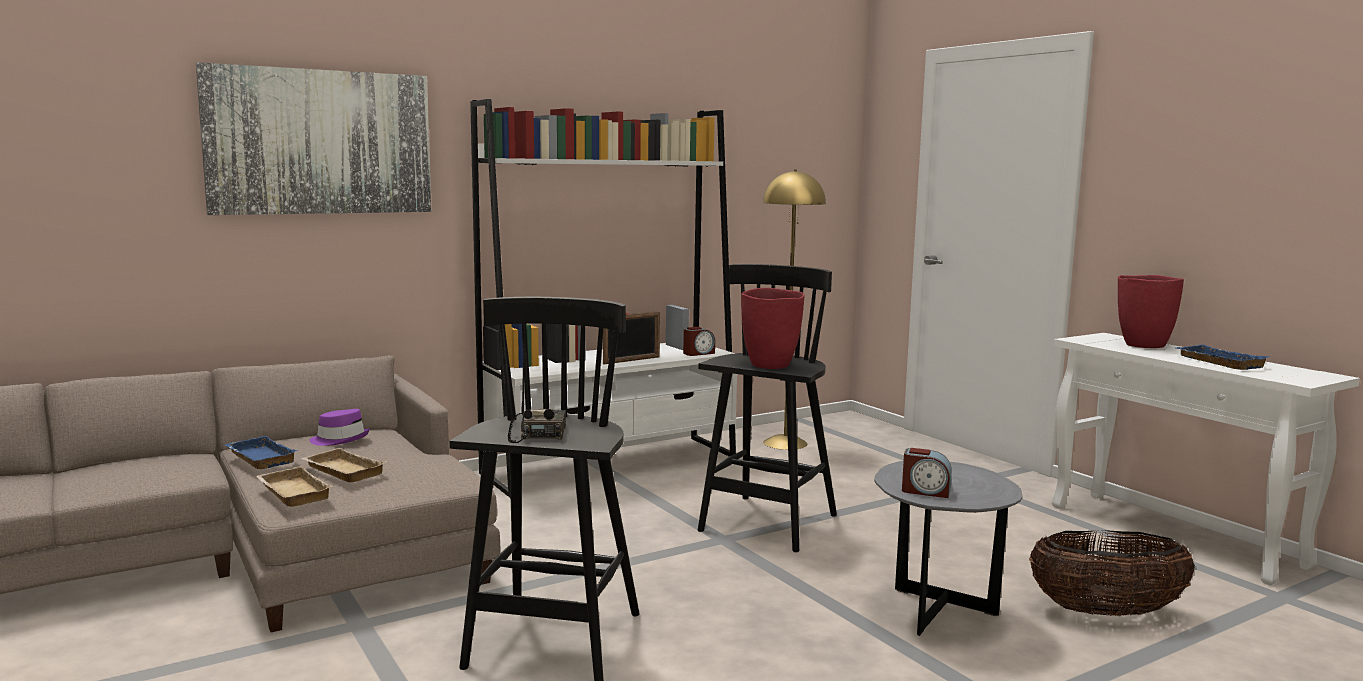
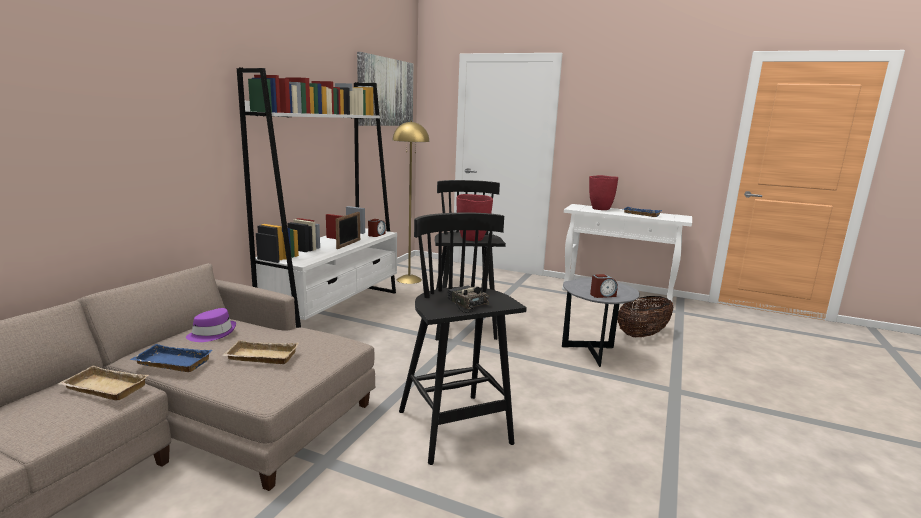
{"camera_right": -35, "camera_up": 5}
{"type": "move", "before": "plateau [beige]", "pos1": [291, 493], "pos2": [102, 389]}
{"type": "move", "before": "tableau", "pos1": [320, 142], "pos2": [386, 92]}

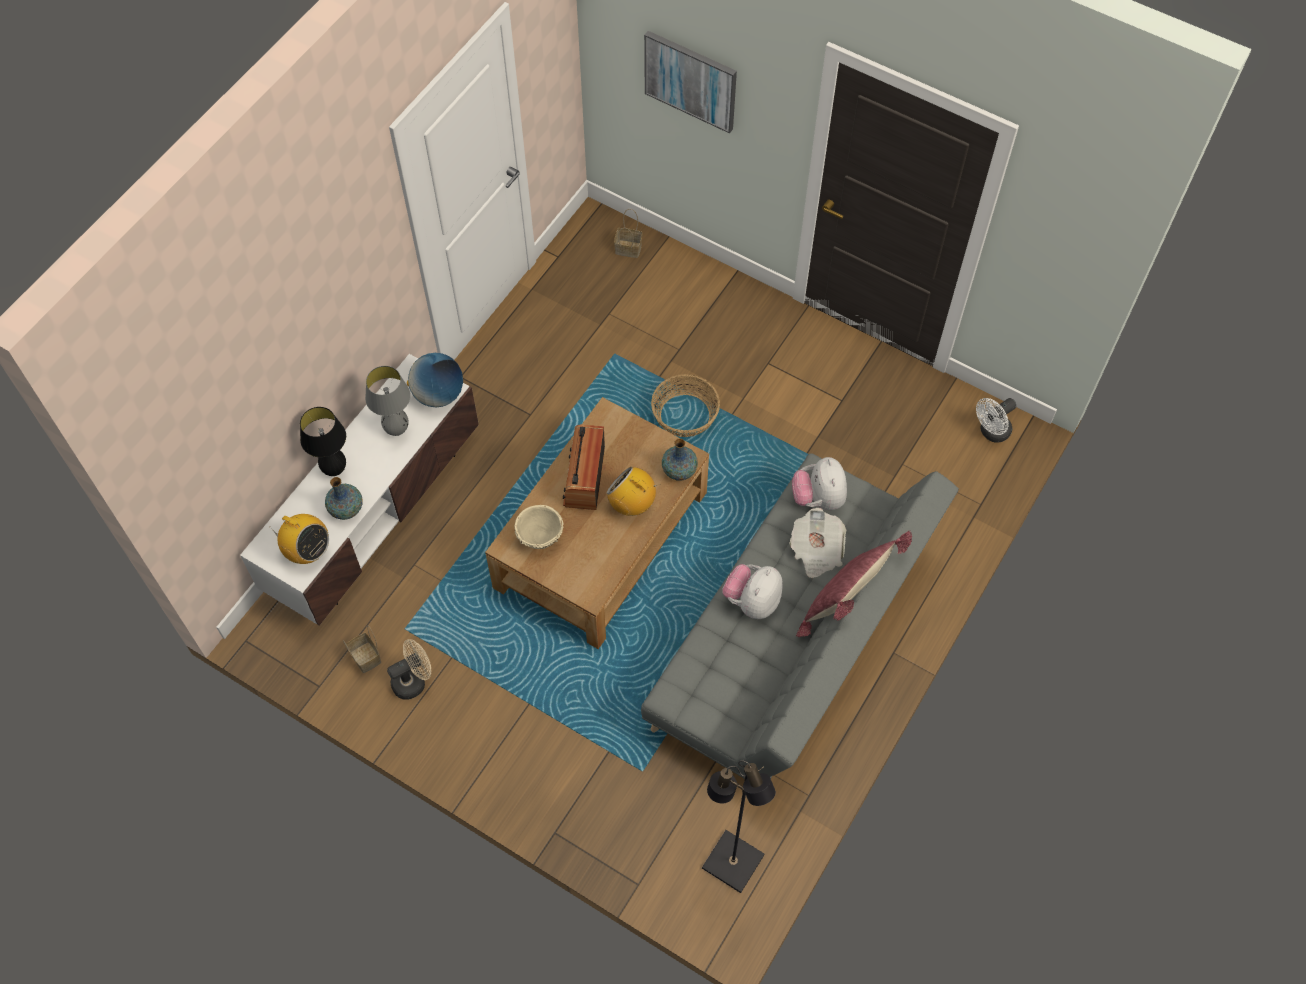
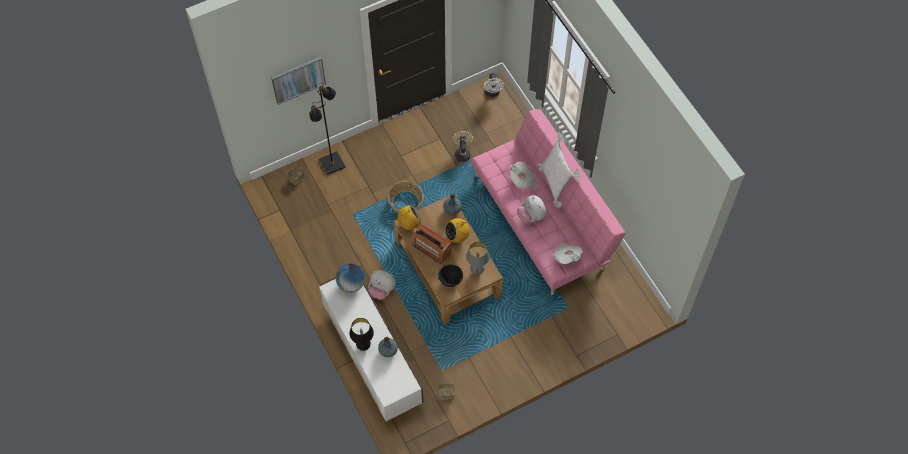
{"camera_right": -60, "camera_up": 0}
{"type": "move", "before": "lampadaire [noir]", "pos1": [732, 861], "pos2": [332, 163]}
{"type": "move", "before": "peluche", "pos1": [818, 498], "pos2": [382, 290]}
{"type": "move", "before": "radio", "pos1": [308, 551], "pos2": [409, 224]}
{"type": "recolor", "before": "bol [beige]", "after": "bol [noir]", "pos1": [539, 537], "pos2": [450, 281]}
{"type": "move", "before": "ventilateur [beige]", "pos1": [413, 681], "pos2": [462, 153]}
{"type": "move", "before": "lampe de table [gris]", "pos1": [397, 430], "pos2": [477, 271]}
{"type": "recolor", "before": "canapé [gris]", "after": "canapé [rose]", "pos1": [792, 639], "pos2": [542, 219]}
{"type": "recolor", "before": "coussin [rouge]", "after": "coussin [blanc]", "pos1": [847, 610], "pos2": [556, 185]}
{"type": "insert", "after": "journal", "pos2": [566, 256]}

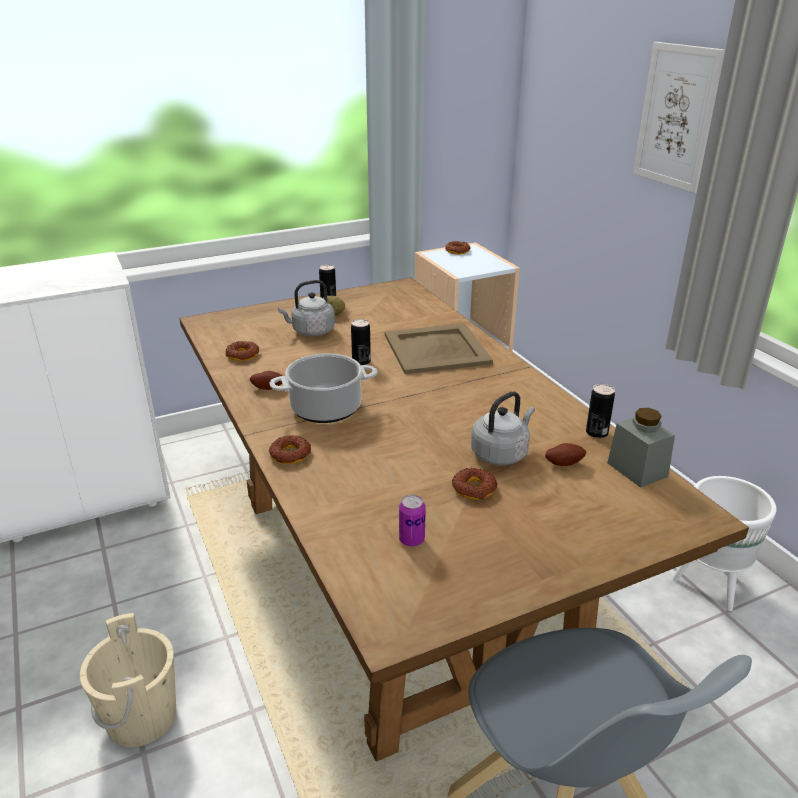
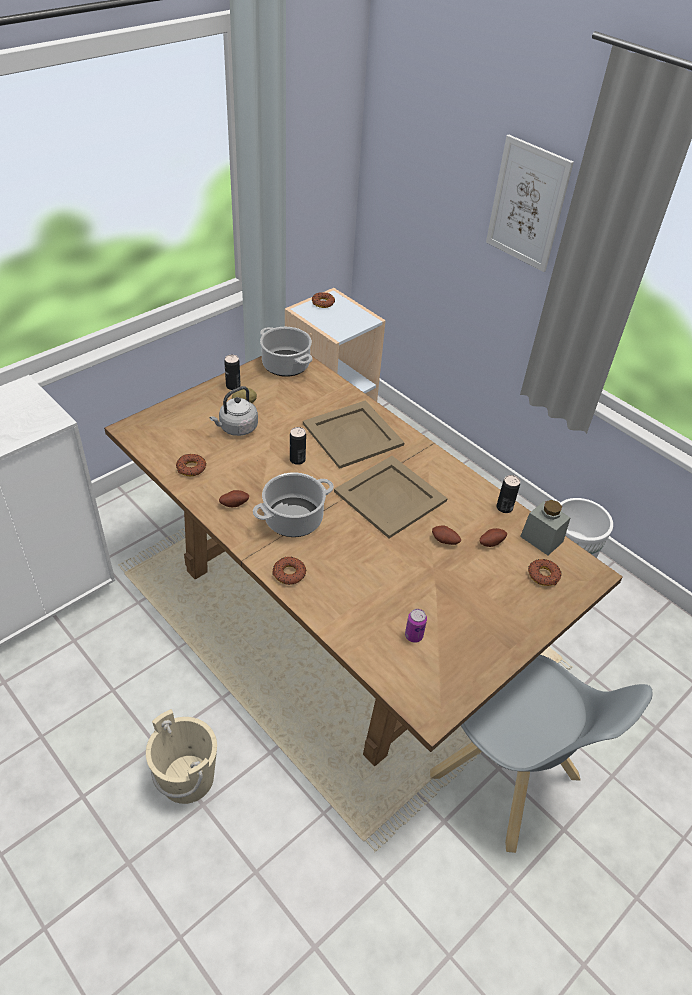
{"camera_right": -20, "camera_up": 15}
{"type": "insert", "after": "marmite", "pos2": [286, 365]}
{"type": "insert", "after": "plateau [beige]", "pos2": [390, 497]}
{"type": "replace", "before": "bouilloire [gris]", "after": "pomme de terre", "pos1": [501, 453], "pos2": [444, 541]}
{"type": "move", "before": "beignet", "pos1": [474, 488], "pos2": [543, 575]}

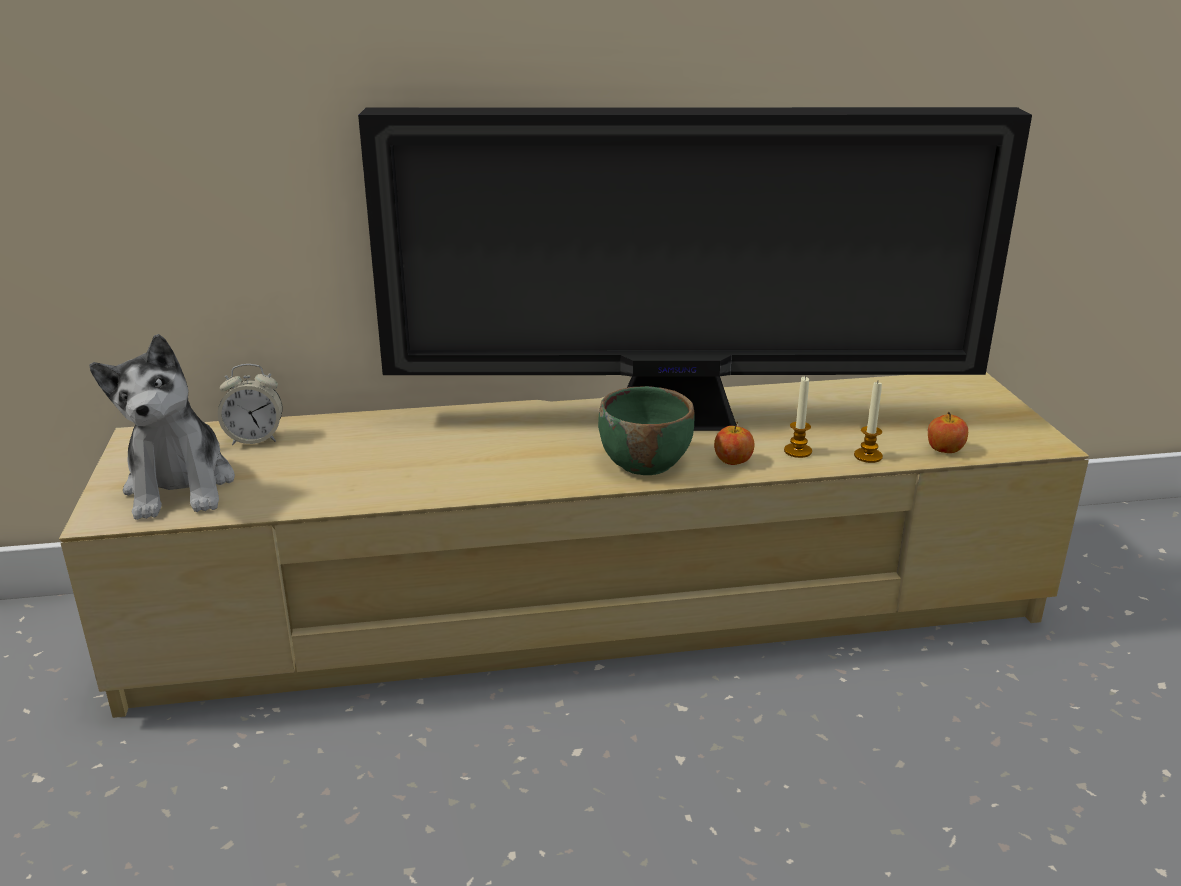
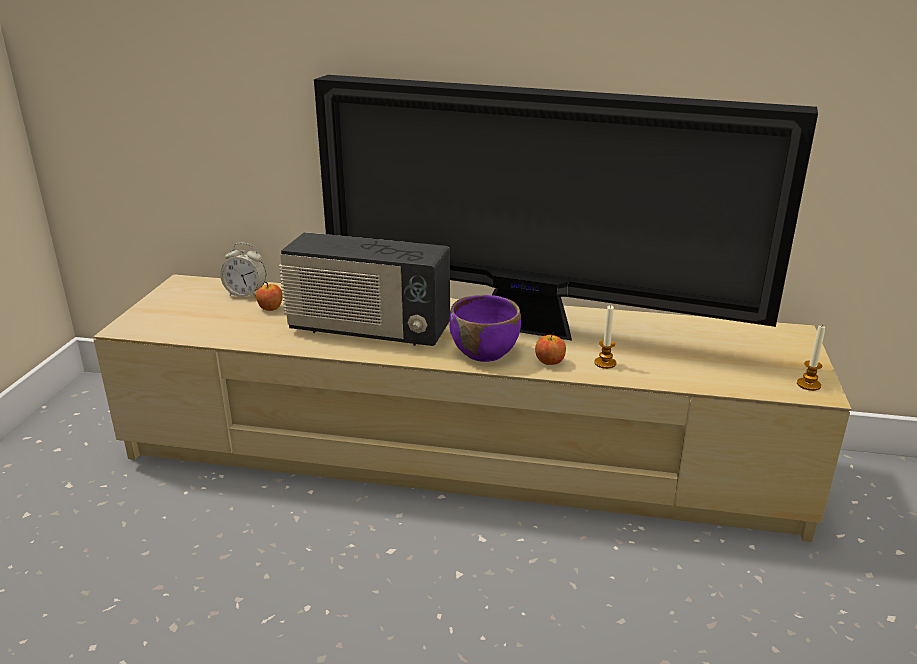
{"camera_right": 20, "camera_up": 0}
{"type": "move", "before": "pomme", "pos1": [944, 449], "pos2": [270, 308]}
{"type": "insert", "after": "radio", "pos2": [368, 331]}
{"type": "recolor", "before": "bol [vert]", "after": "bol [violet]", "pos1": [645, 462], "pos2": [485, 352]}
{"type": "move", "before": "bougie", "pos1": [868, 456], "pos2": [808, 384]}
{"type": "delete", "before": "peluche", "pos1": [180, 487]}

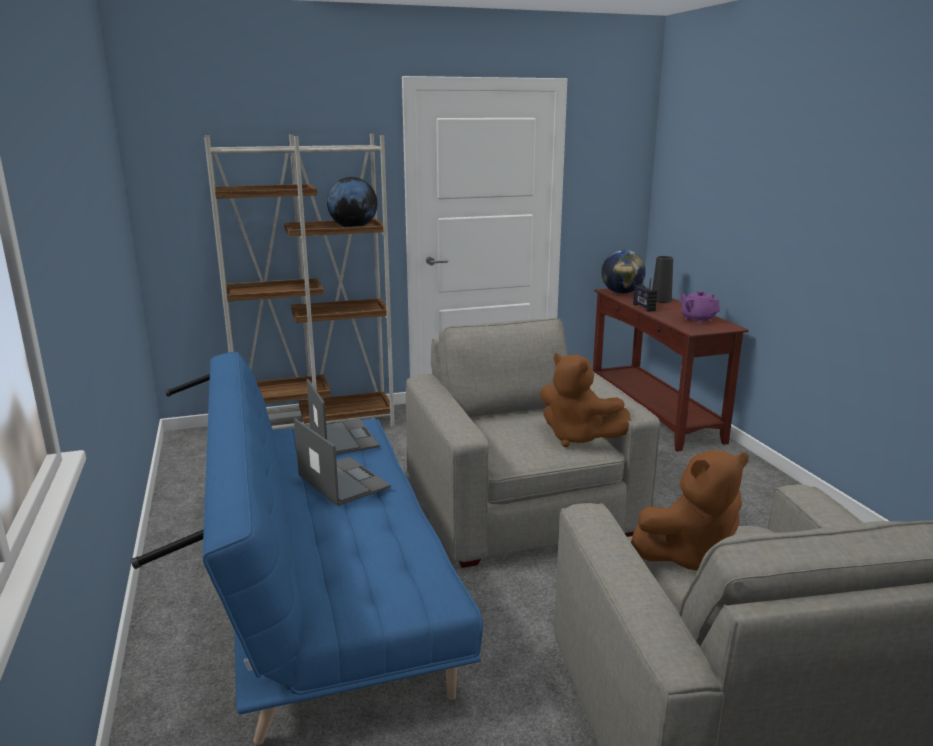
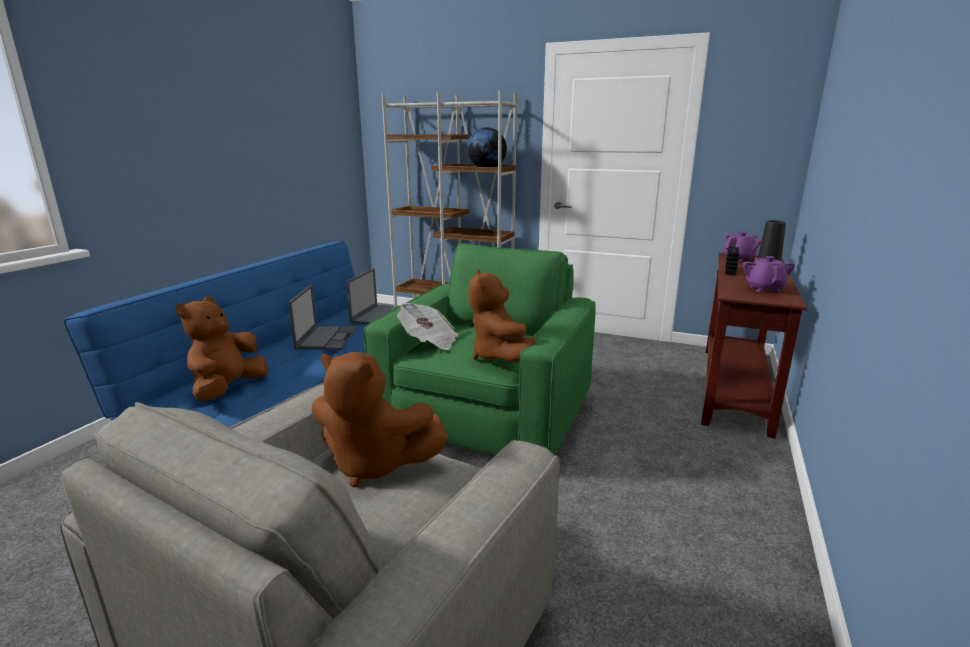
{"camera_right": 40, "camera_up": 0}
{"type": "insert", "after": "peluche [marron]", "pos2": [228, 390]}
{"type": "recolor", "before": "fauteuil [gris]", "after": "fauteuil [vert]", "pos1": [521, 507], "pos2": [488, 413]}
{"type": "insert", "after": "journal", "pos2": [429, 341]}
{"type": "replace", "before": "globe", "after": "théière [violet]", "pos1": [621, 293], "pos2": [739, 258]}

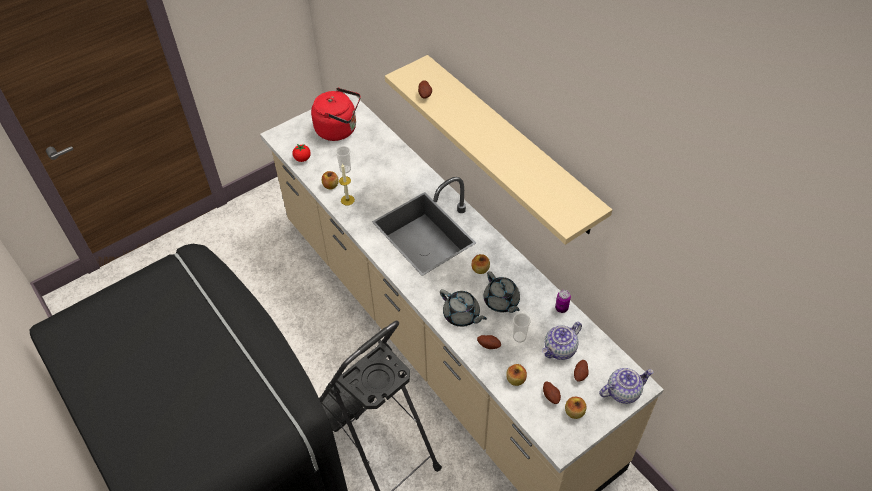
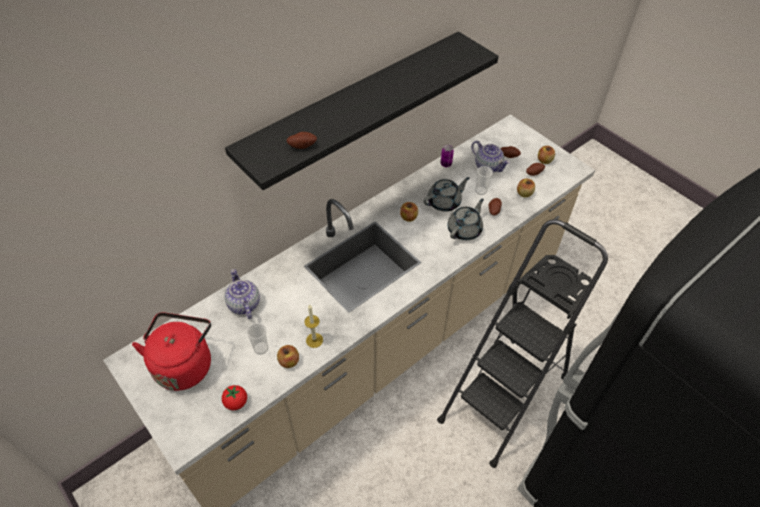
{"camera_right": -95, "camera_up": 0}
{"type": "recolor", "before": "étagère [beige]", "after": "étagère [noir]", "pos1": [510, 144], "pos2": [353, 106]}
{"type": "move", "before": "théière", "pos1": [623, 391], "pos2": [243, 304]}

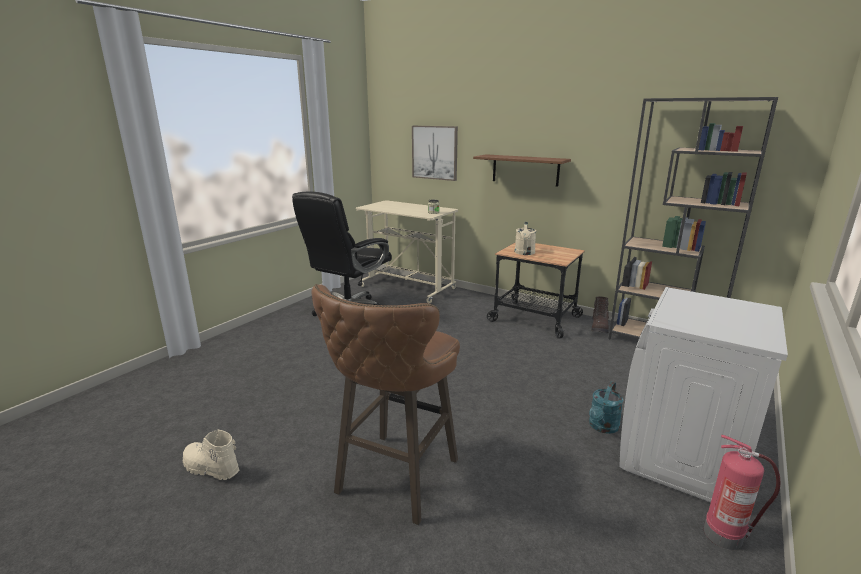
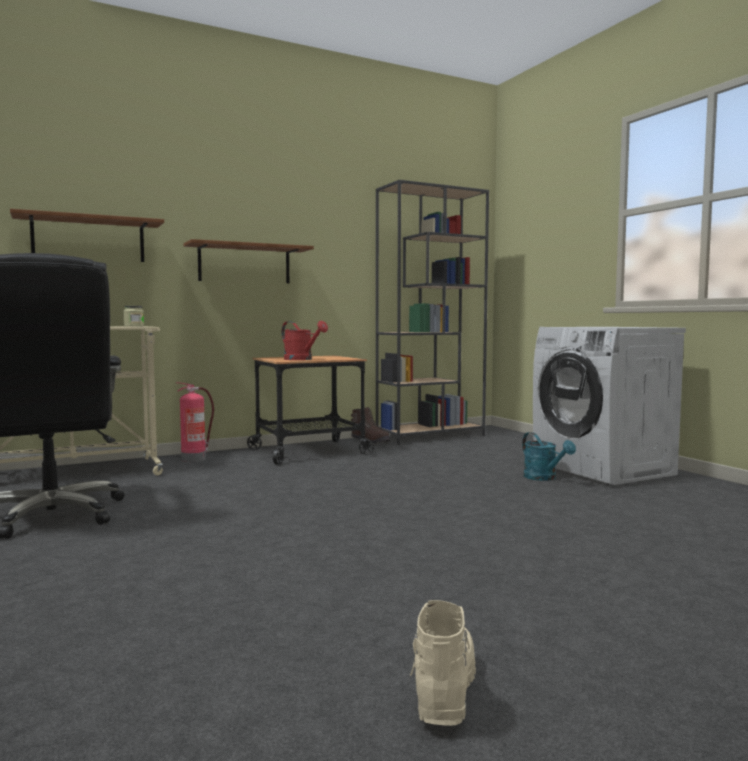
{"camera_right": -60, "camera_up": -15}
{"type": "replace", "before": "tableau", "after": "étagère [marron]", "pos1": [435, 152], "pos2": [89, 240]}
{"type": "move", "before": "extincteur", "pos1": [725, 535], "pos2": [194, 459]}
{"type": "recolor", "before": "arrosoir [beige]", "after": "arrosoir [rouge]", "pos1": [524, 253], "pos2": [302, 359]}
{"type": "rotate", "before": "botte [beige]", "pos1": [210, 468], "pos2": [443, 690], "turn": 135}
{"type": "delete", "before": "tabouret [marron]", "pos1": [395, 479]}

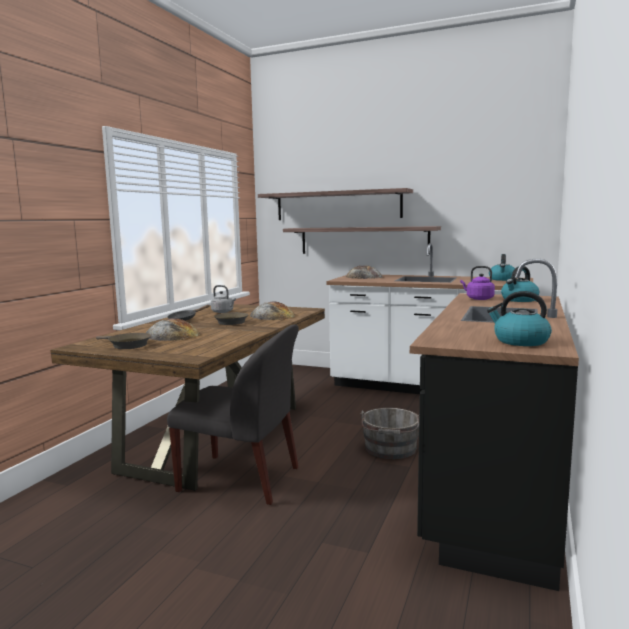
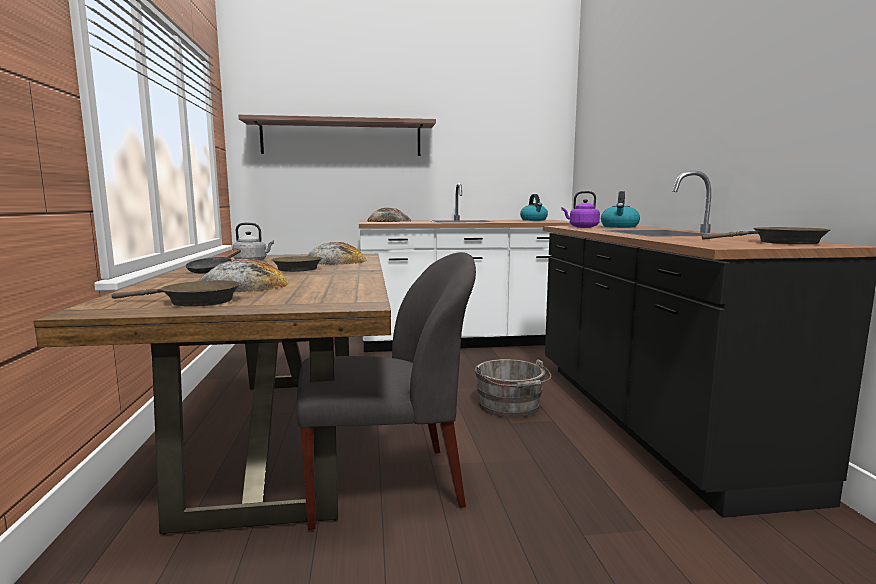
{"camera_right": -30, "camera_up": 0}
{"type": "replace", "before": "bouilloire", "after": "poêle [marron]", "pos1": [520, 341], "pos2": [781, 242]}
{"type": "delete", "before": "étagère", "pos1": [363, 240]}

